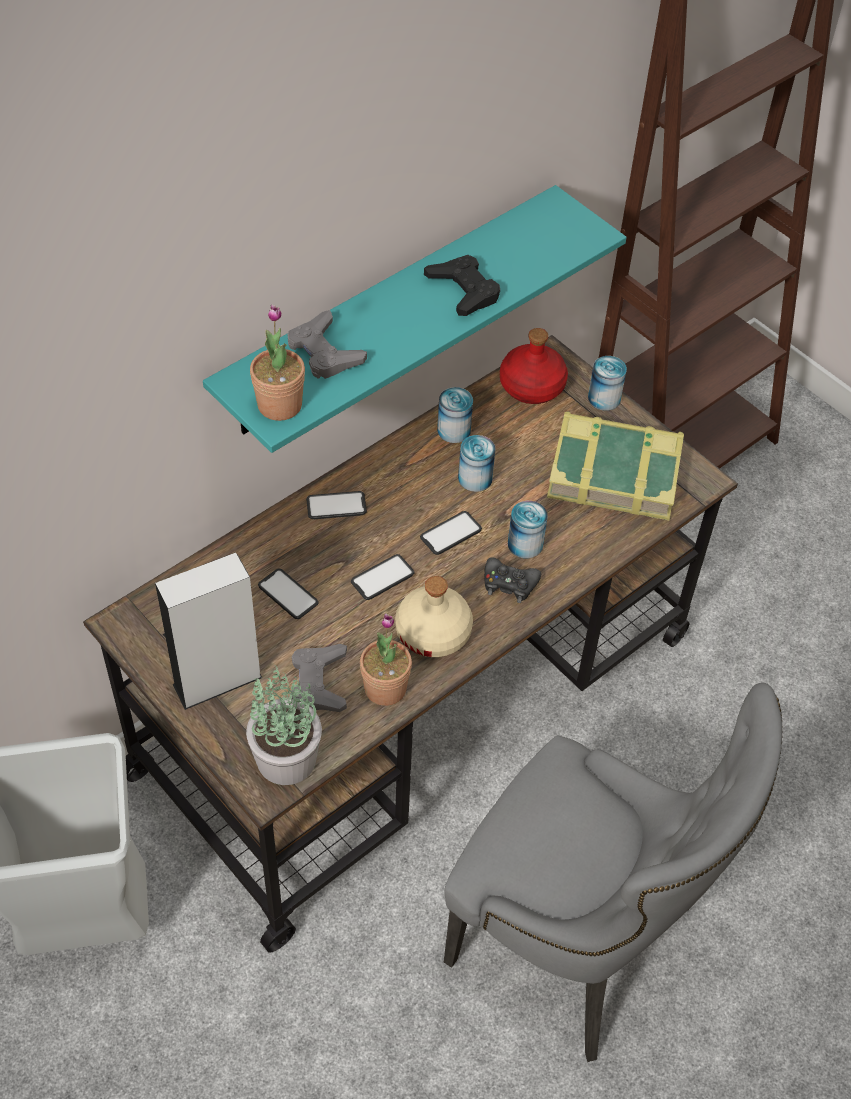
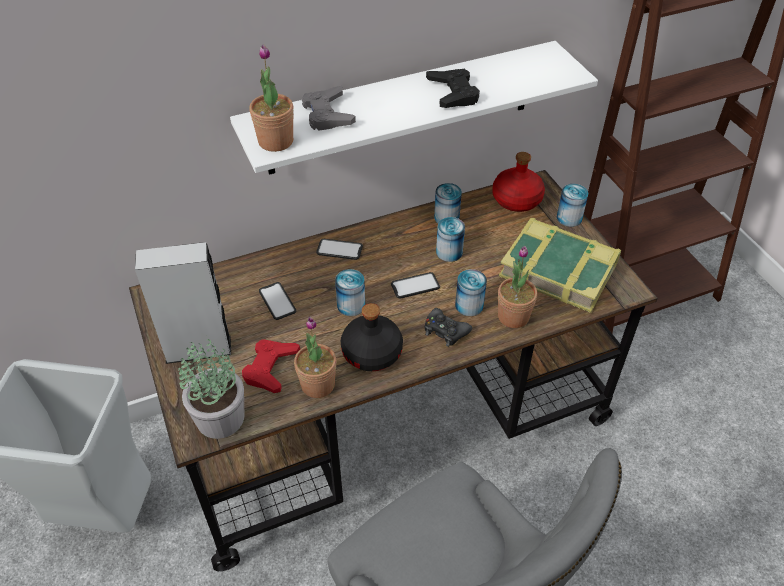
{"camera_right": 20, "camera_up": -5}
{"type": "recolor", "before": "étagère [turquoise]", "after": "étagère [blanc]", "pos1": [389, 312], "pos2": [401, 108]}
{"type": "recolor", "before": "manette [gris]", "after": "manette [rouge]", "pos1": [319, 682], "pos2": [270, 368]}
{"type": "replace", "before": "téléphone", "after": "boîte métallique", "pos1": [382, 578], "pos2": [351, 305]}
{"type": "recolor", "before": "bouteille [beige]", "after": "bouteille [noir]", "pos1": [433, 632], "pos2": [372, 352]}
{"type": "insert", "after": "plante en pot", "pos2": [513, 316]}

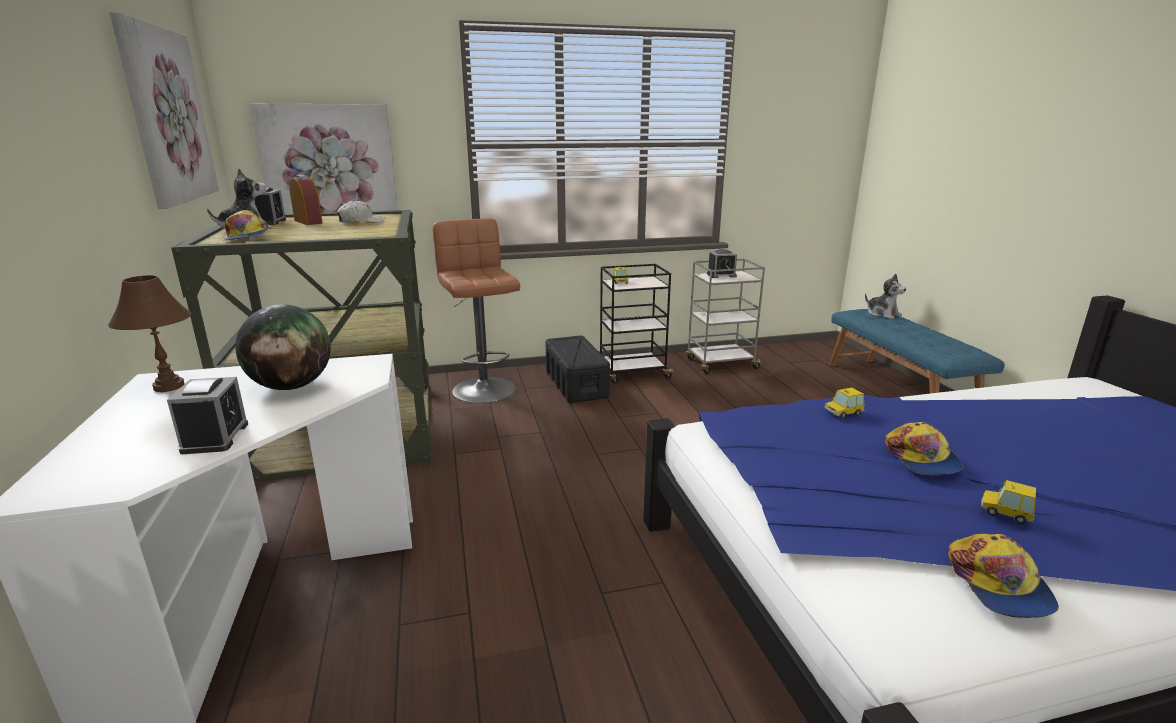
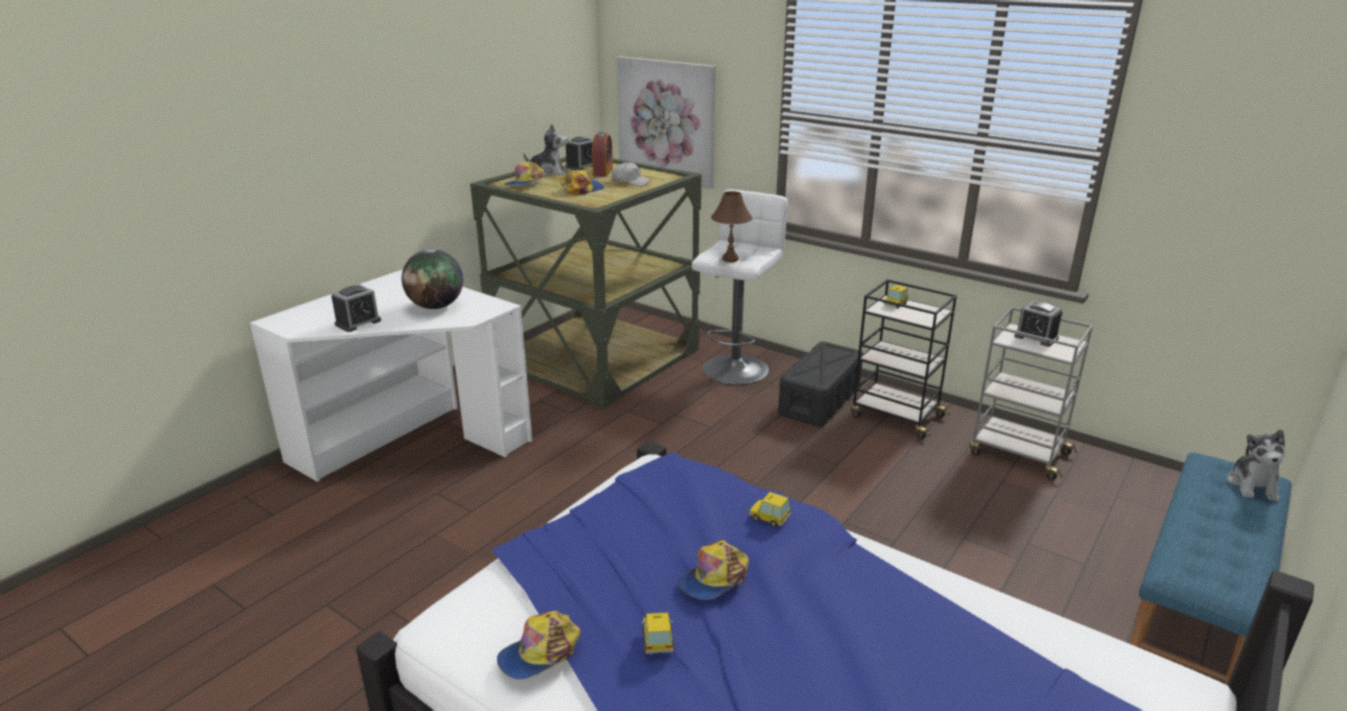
{"camera_right": 50, "camera_up": 5}
{"type": "insert", "after": "casquette", "pos2": [582, 189]}
{"type": "recolor", "before": "tabouret [marron]", "after": "tabouret [blanc]", "pos1": [484, 389], "pos2": [736, 369]}
{"type": "move", "before": "lampe de table [marron]", "pos1": [169, 387], "pos2": [730, 259]}
{"type": "delete", "before": "tableau", "pos1": [168, 116]}

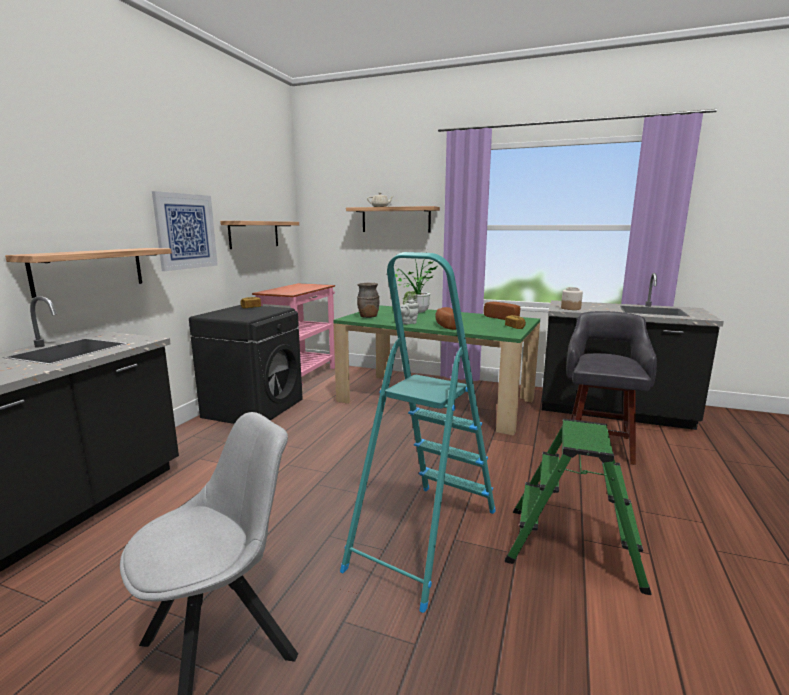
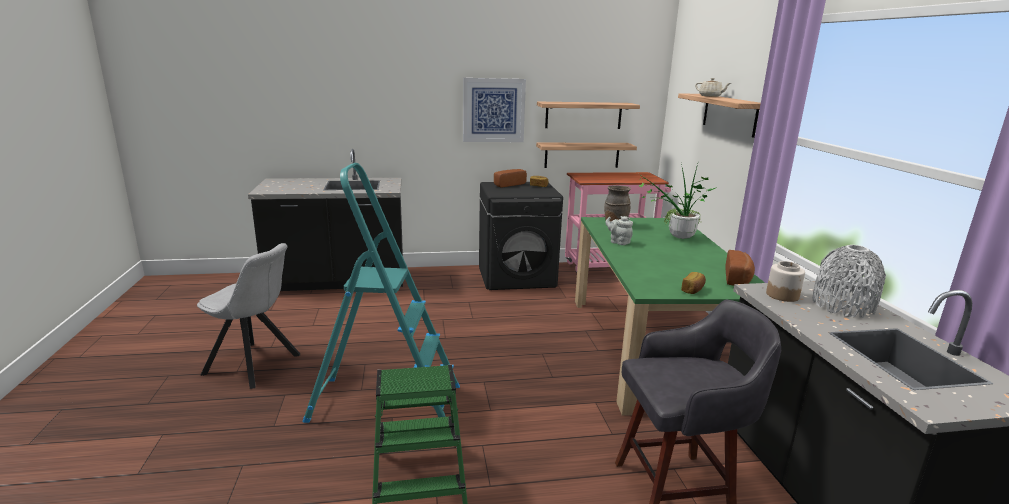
{"camera_right": 60, "camera_up": 5}
{"type": "move", "before": "pain", "pos1": [445, 326], "pos2": [508, 184]}
{"type": "move", "before": "étagère", "pos1": [89, 270], "pos2": [582, 155]}
{"type": "insert", "after": "vase [gris]", "pos2": [842, 306]}

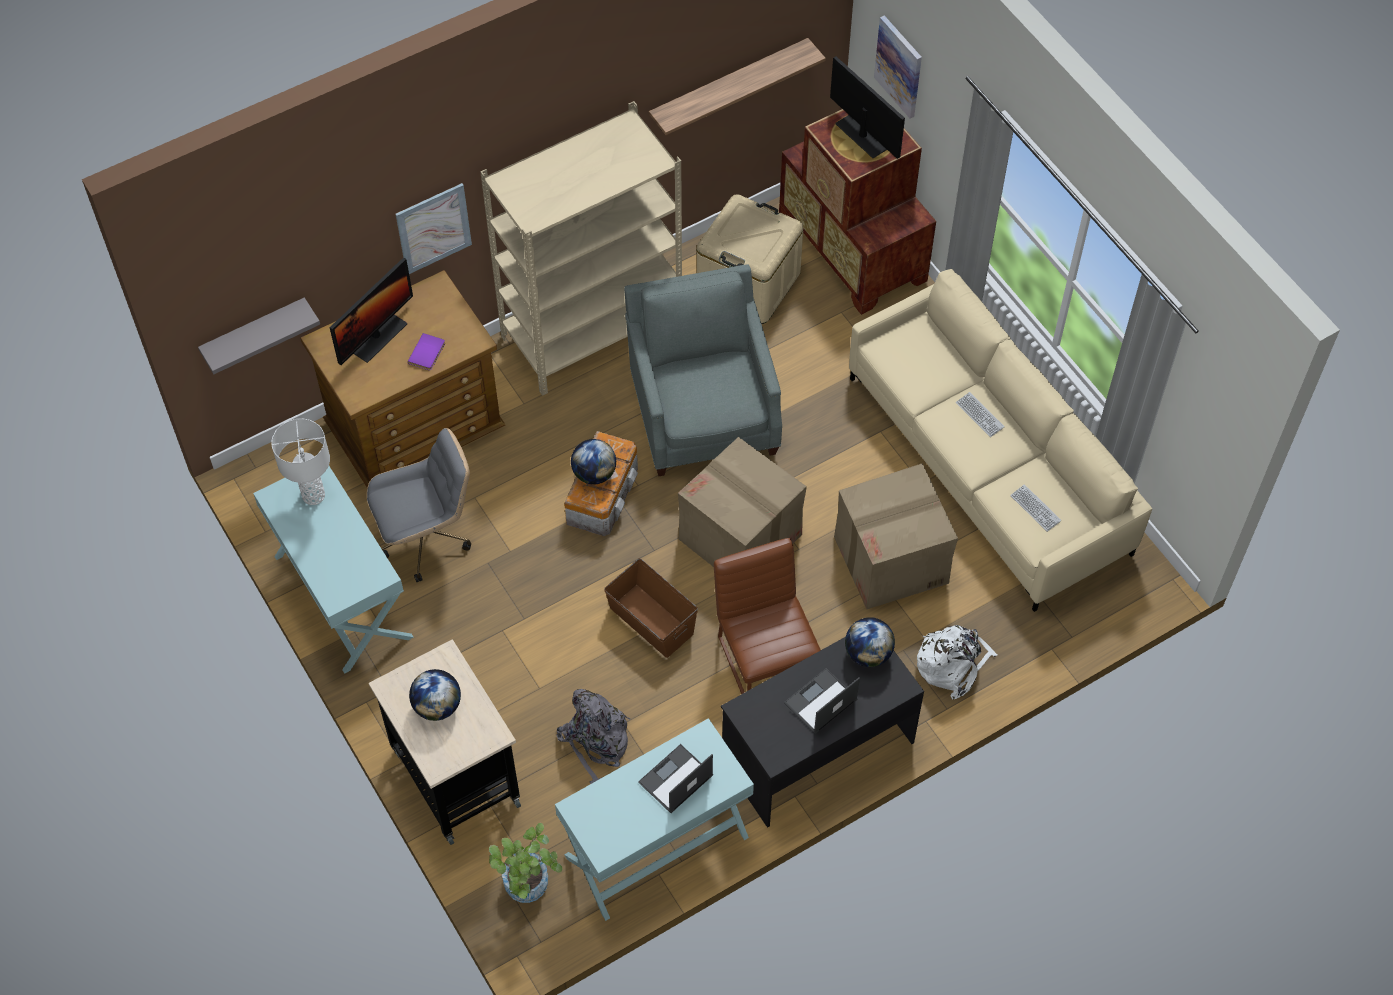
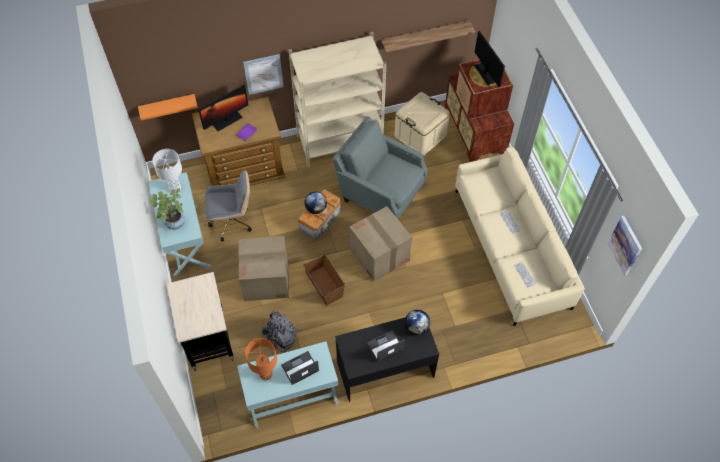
{"camera_right": 15, "camera_up": 0}
{"type": "recolor", "before": "étagère [gris]", "after": "étagère [orange]", "pos1": [254, 332], "pos2": [168, 105]}
{"type": "move", "before": "plante en pot", "pos1": [528, 889], "pos2": [174, 224]}
{"type": "move", "before": "carton", "pos1": [892, 559], "pos2": [267, 279]}
{"type": "insert", "after": "lampe de table [orange]", "pos2": [265, 374]}
{"type": "rotate", "before": "fauteuil [gris]", "pos1": [703, 411], "pos2": [380, 191], "turn": -60}
{"type": "move", "before": "tableau", "pos1": [899, 66], "pos2": [625, 245]}
{"type": "delete", "before": "globe", "pos1": [437, 706]}
{"type": "delete", "before": "chaise [marron]", "pos1": [765, 658]}
{"type": "delete", "before": "sac à dos [blanc]", "pos1": [952, 664]}

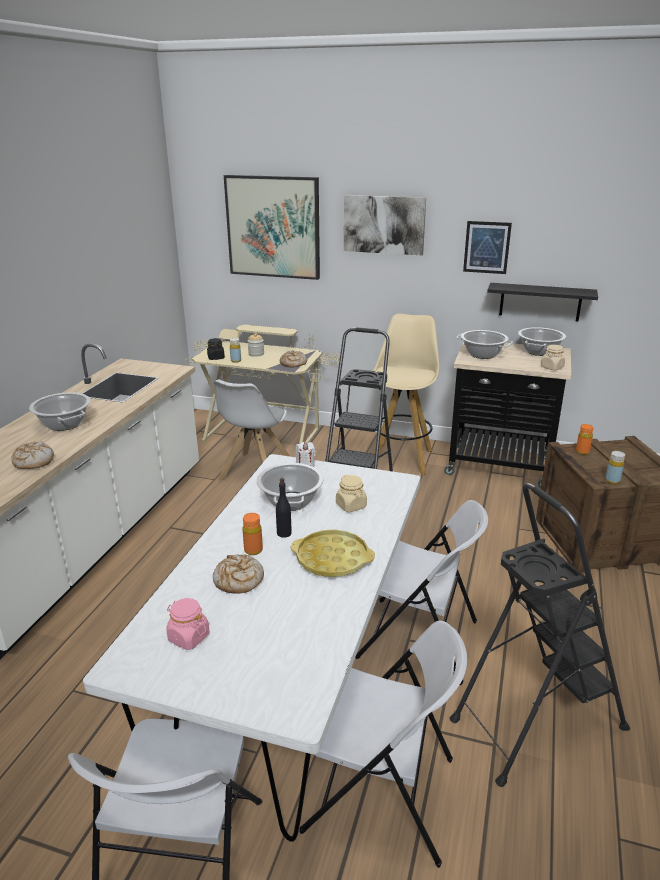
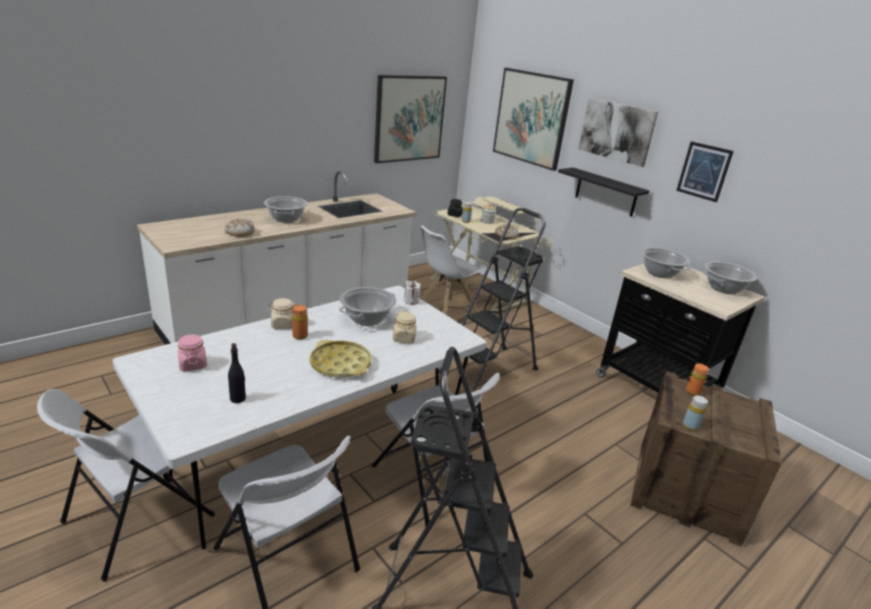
{"camera_right": 30, "camera_up": 0}
{"type": "move", "before": "bouteille [noir]", "pos1": [284, 533], "pos2": [238, 398]}
{"type": "move", "before": "bocal [beige]", "pos1": [552, 367], "pos2": [283, 325]}
{"type": "insert", "after": "tableau", "pos2": [409, 118]}
{"type": "move", "before": "étagère [noir]", "pos1": [540, 302], "pos2": [606, 192]}
{"type": "delete", "before": "pain", "pos1": [238, 580]}
{"type": "delete", "before": "tabouret [beige]", "pos1": [402, 458]}

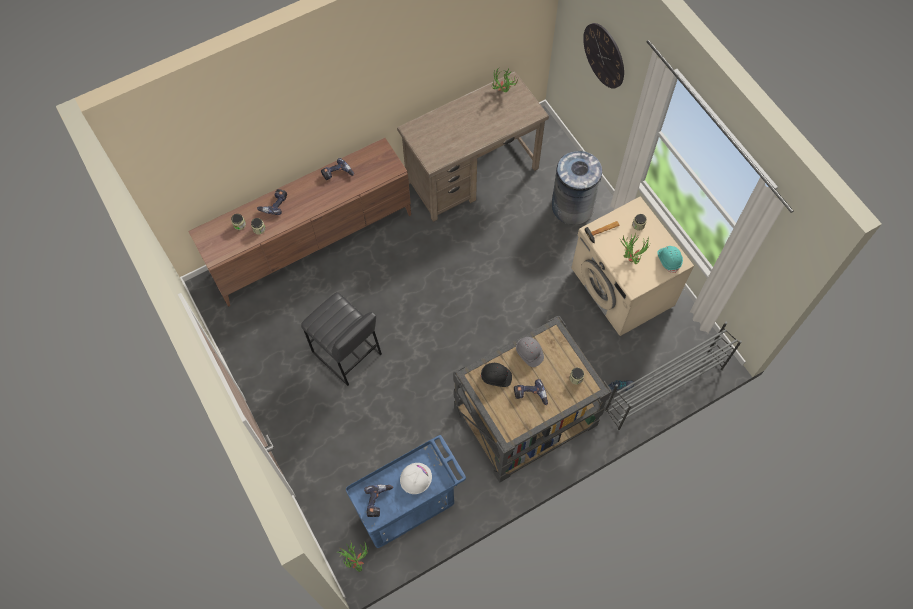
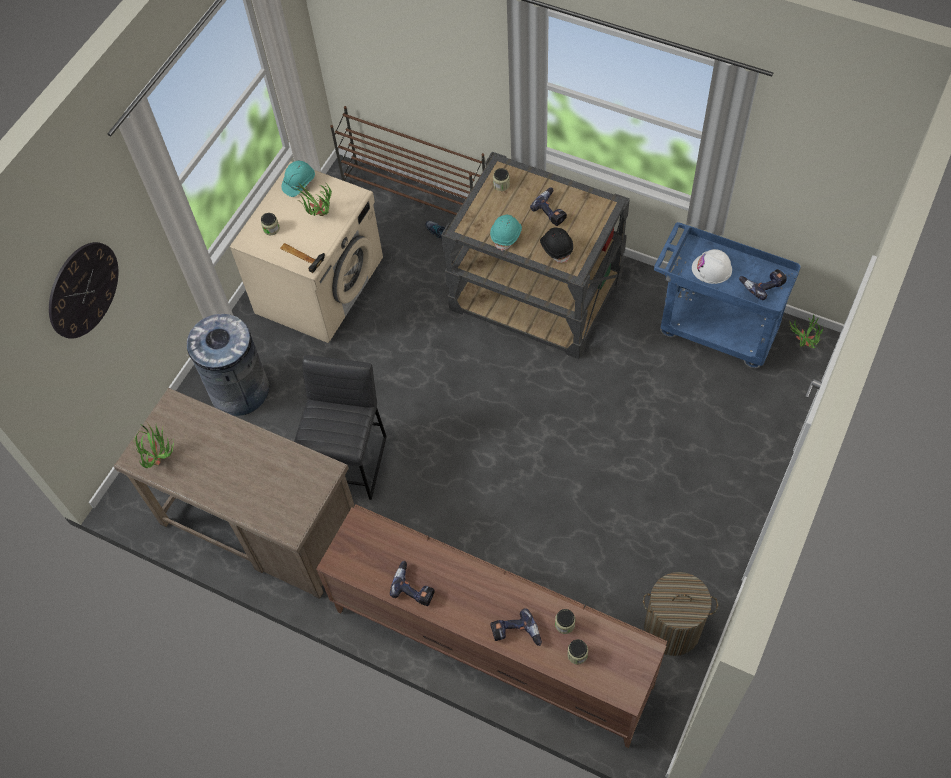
{"camera_right": -120, "camera_up": -5}
{"type": "move", "before": "tabouret [gris]", "pos1": [347, 354], "pos2": [348, 462]}
{"type": "recolor", "before": "étagère à chaussures [gris]", "after": "étagère à chaussures [marron]", "pos1": [663, 390], "pos2": [415, 199]}
{"type": "recolor", "before": "casque de chantier [gris]", "after": "casque de chantier [turquoise]", "pos1": [529, 353], "pos2": [506, 235]}
{"type": "insert", "after": "panier à linge", "pos2": [672, 628]}

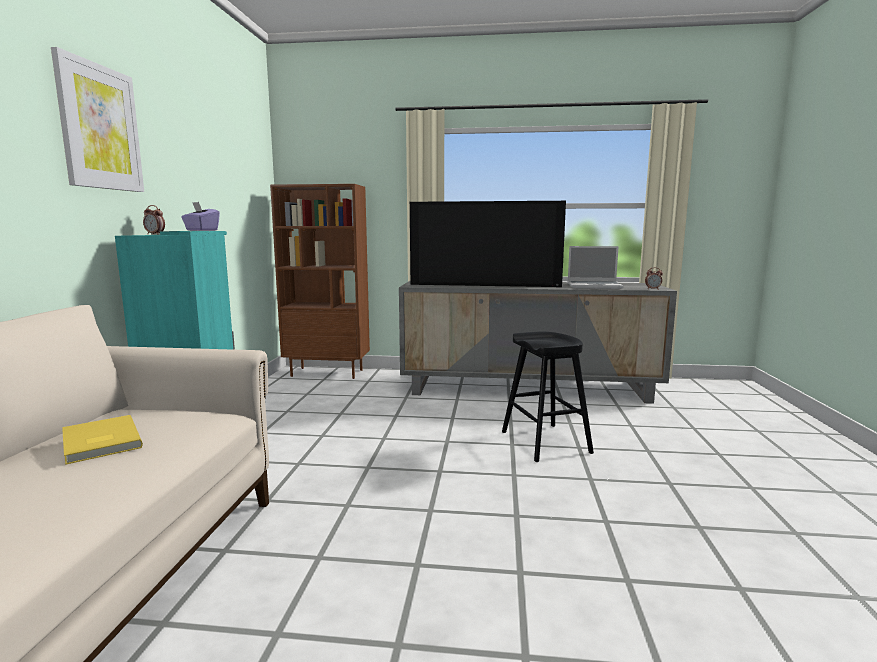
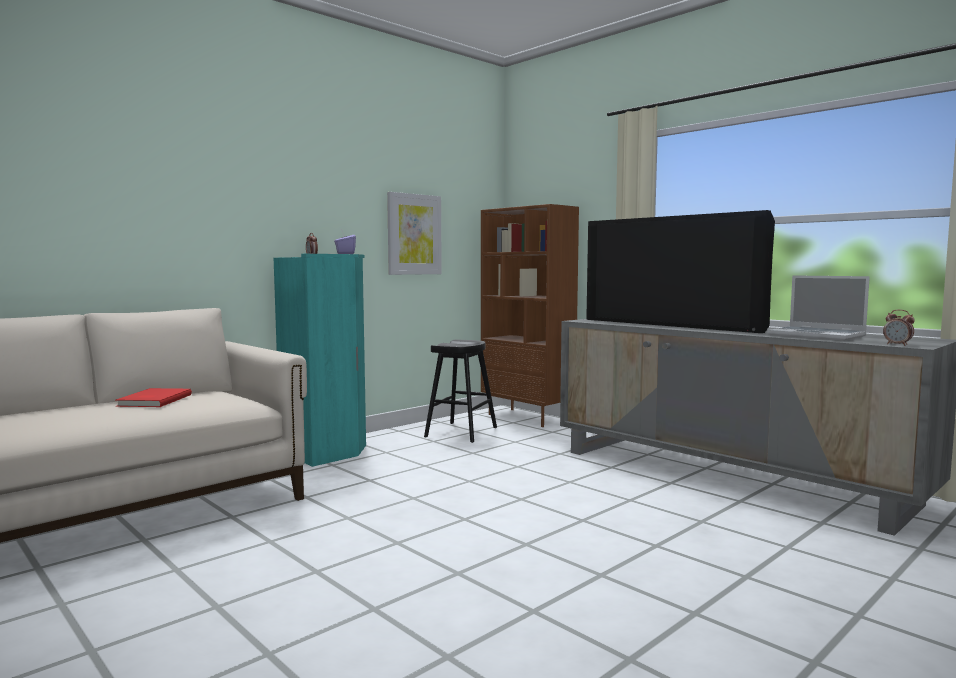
{"camera_right": 40, "camera_up": -5}
{"type": "recolor", "before": "livre [jaune]", "after": "livre [rouge]", "pos1": [99, 442], "pos2": [152, 400]}
{"type": "move", "before": "tableau", "pos1": [100, 127], "pos2": [414, 234]}
{"type": "move", "before": "tabouret [noir]", "pos1": [545, 442], "pos2": [461, 432]}

